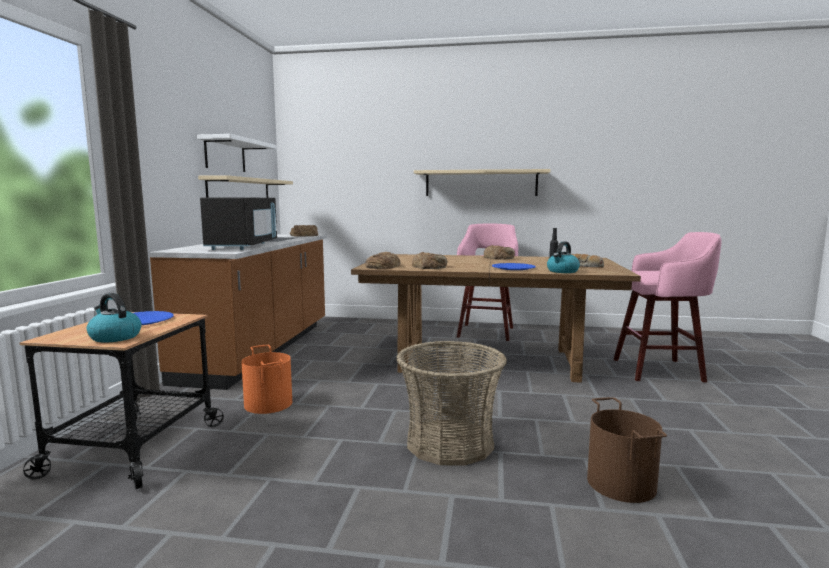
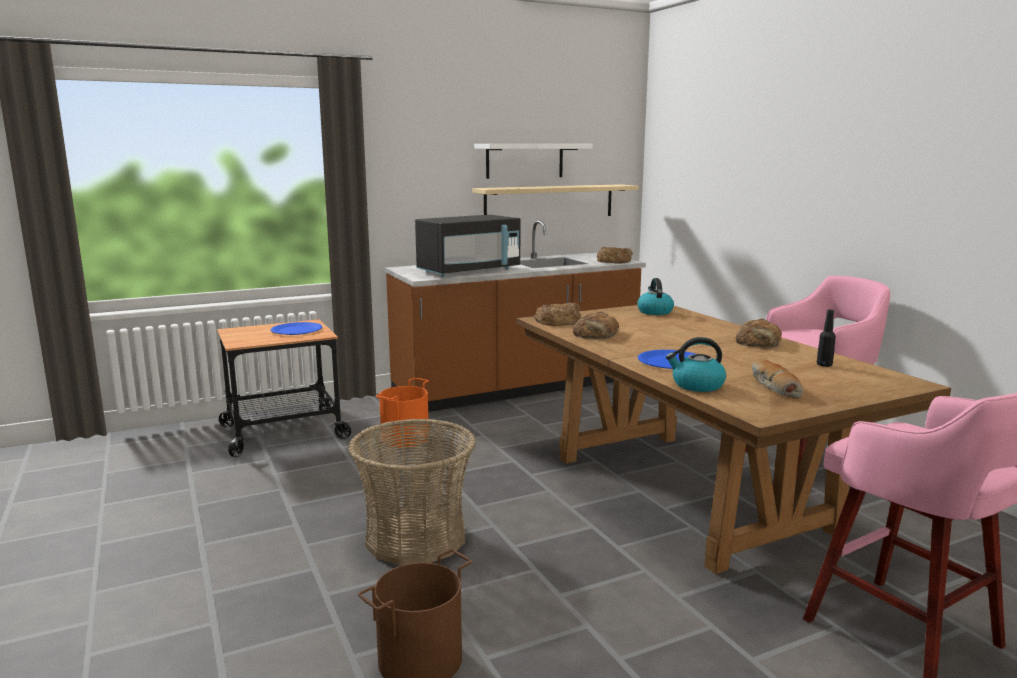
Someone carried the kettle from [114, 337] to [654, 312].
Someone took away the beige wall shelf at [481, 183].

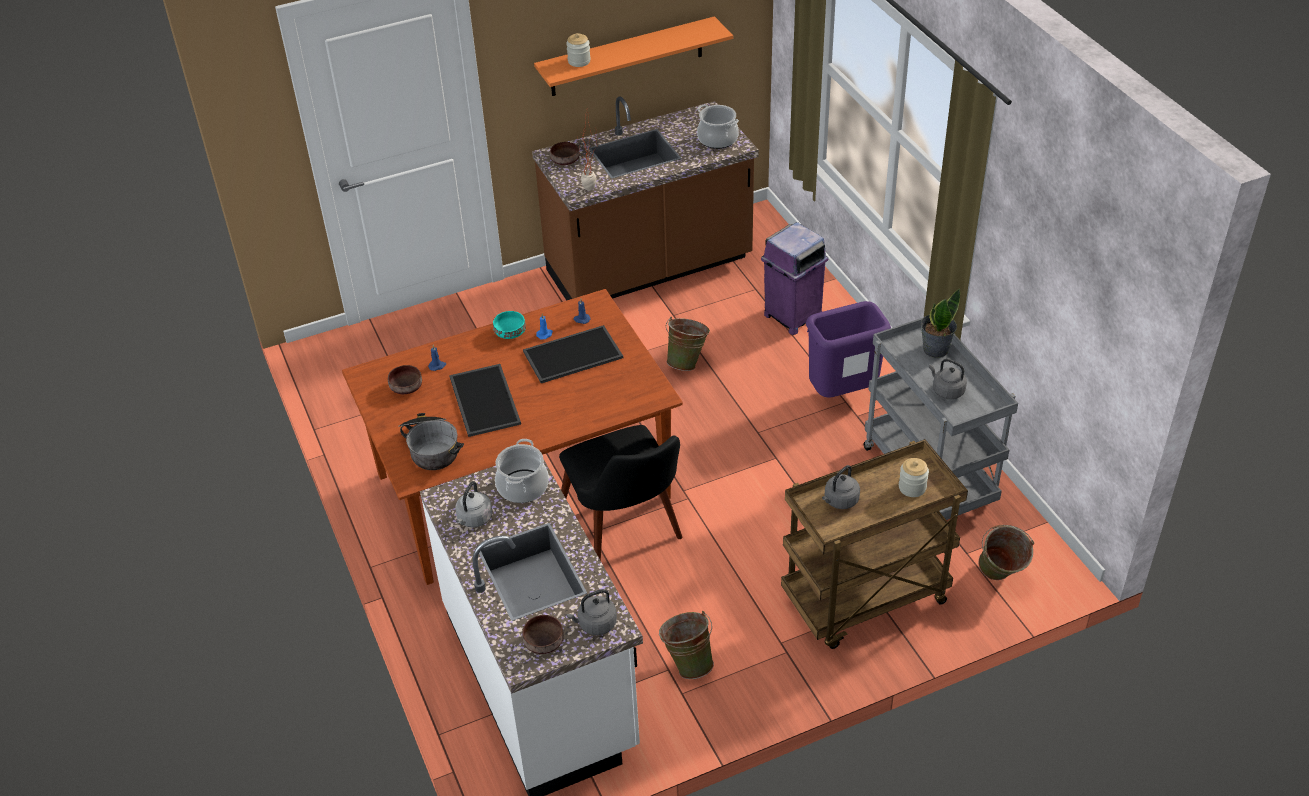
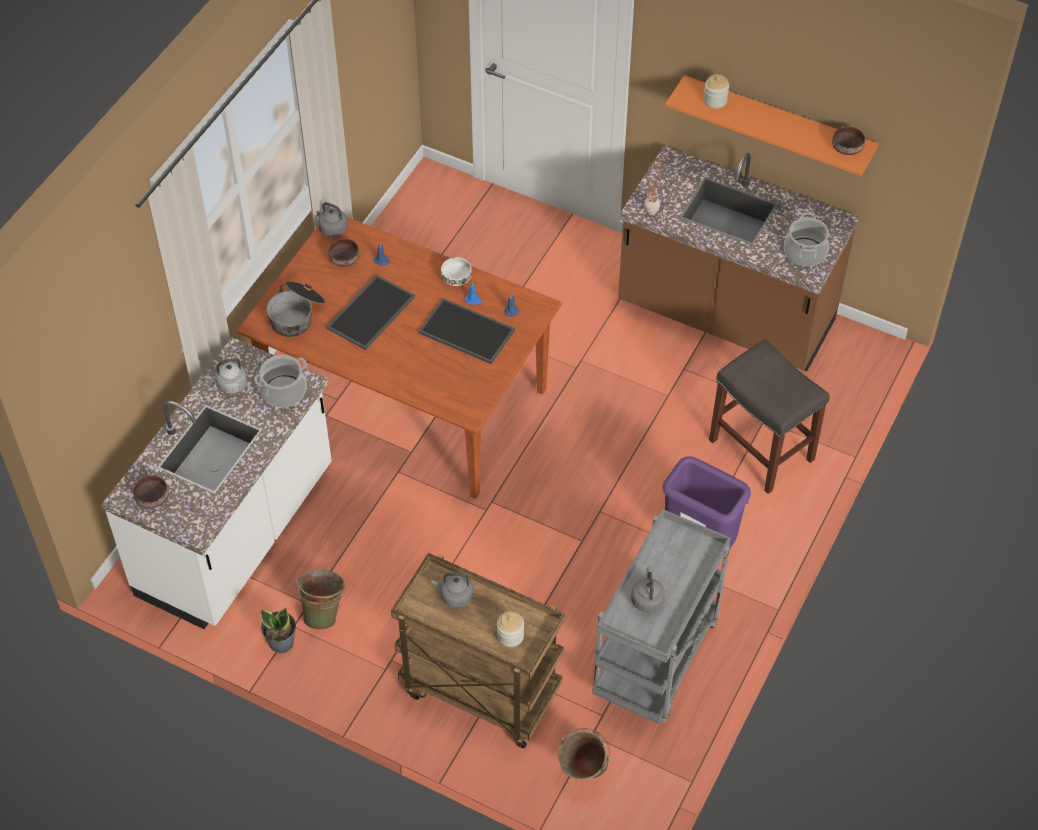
Someone carried the potted plant from [935, 349] to [281, 642].
Someone carried the greyish kettle from [595, 624] to [331, 228].
Someone repainted the blue-green deep dish at [510, 333], which became the white-coloured deep dish at [456, 278].
Someone swapped the purplish rubbish bin at [792, 316] for the greyish sitting stool at [763, 450].
Someone carried the brownish deep dish from [565, 160] to [847, 147].
Someone took away the black-coloured upright chair at [628, 532].
Someone took away the green-coloured water bucket at [687, 362].

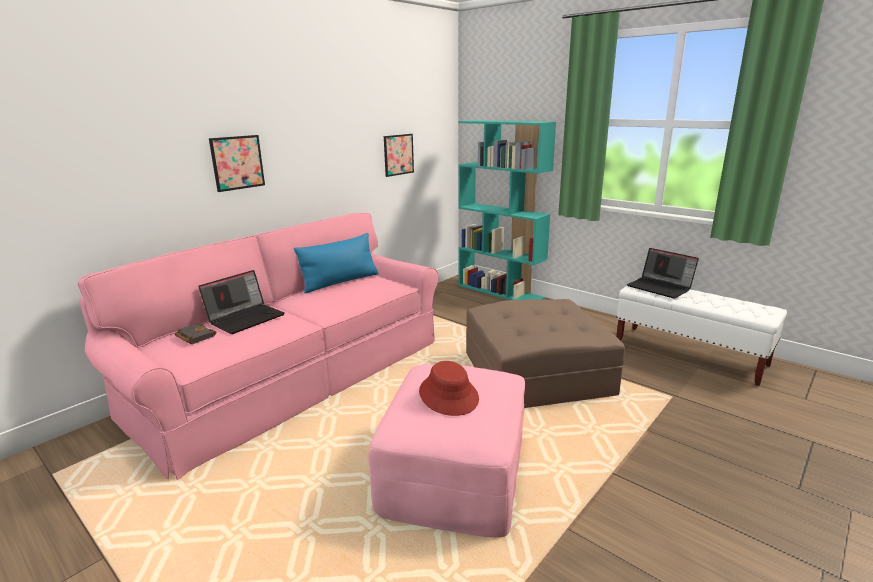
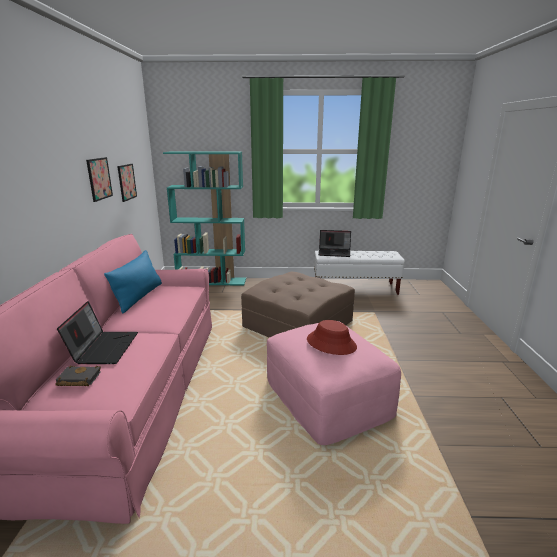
Someone carried the picture from [237, 162] to [99, 178].

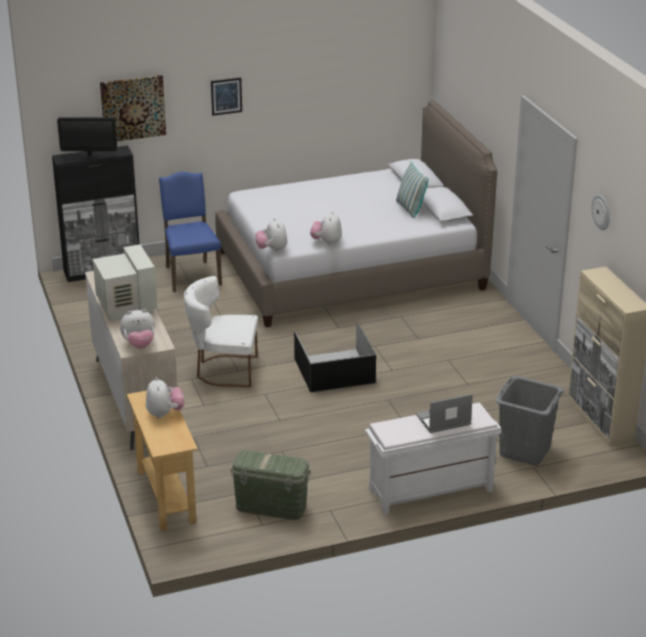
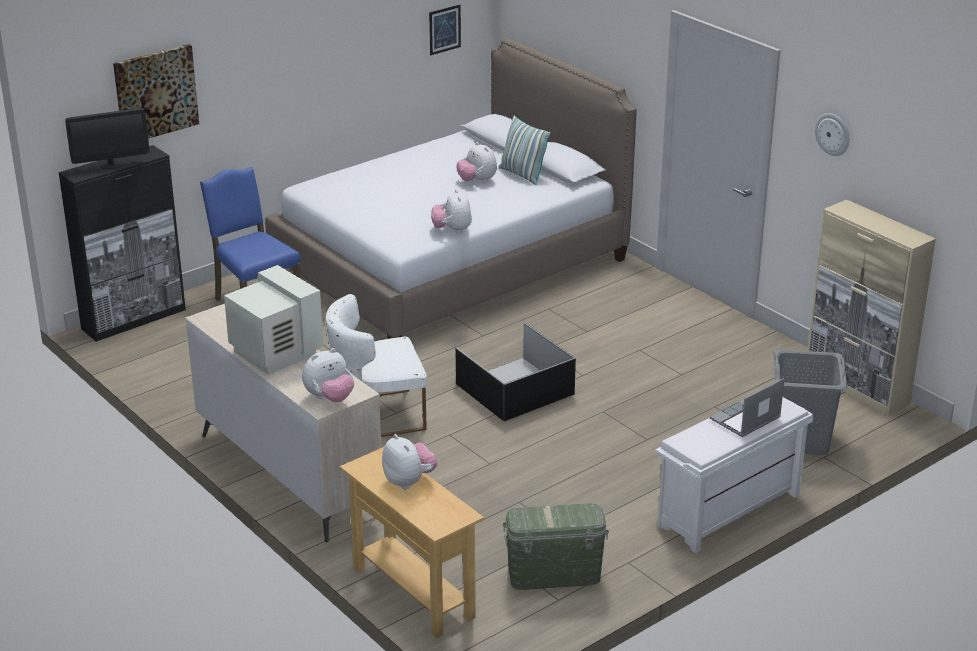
Someone carried the picture from [226, 96] to [444, 29].
Someone carried the plush toy from [272, 250] to [477, 181].

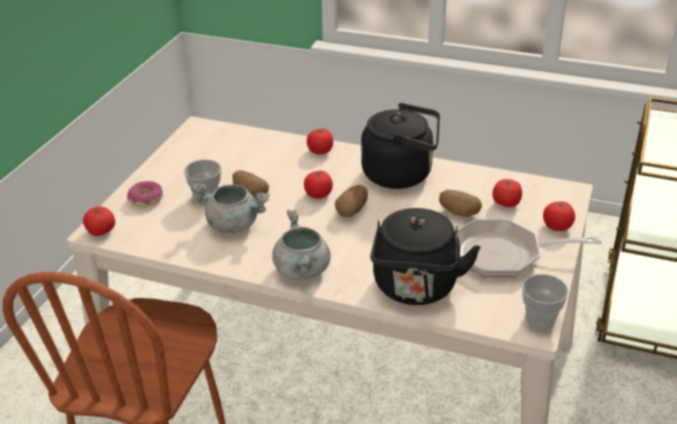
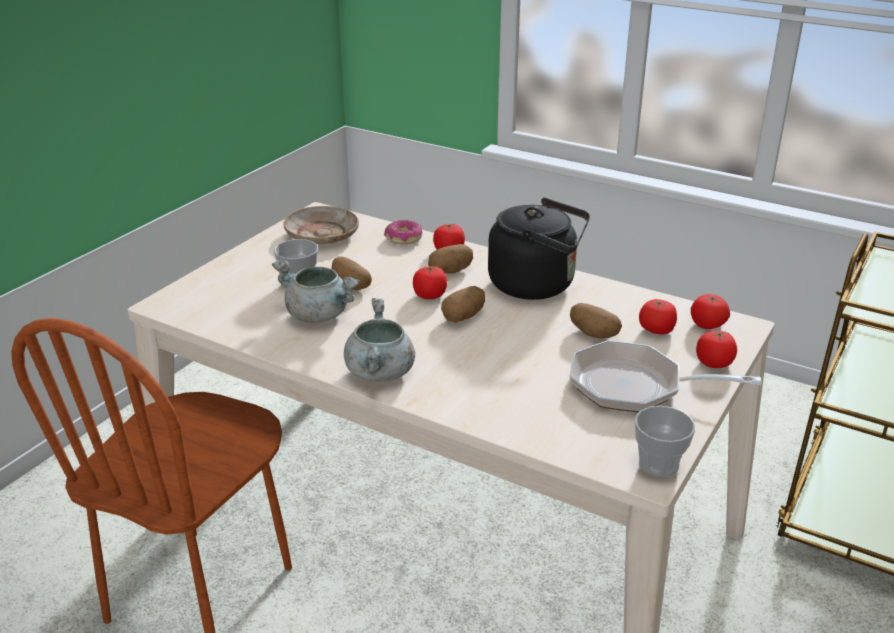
Someone put down the beige flat dish at [322, 234].
Someone carried the ring doughnut from [146, 199] to [403, 238].
Someone put down the potato at [450, 271].
Someone carried the whole tomato from [101, 231] to [707, 325].
Someone took away the black-coloured kettle at [416, 289].

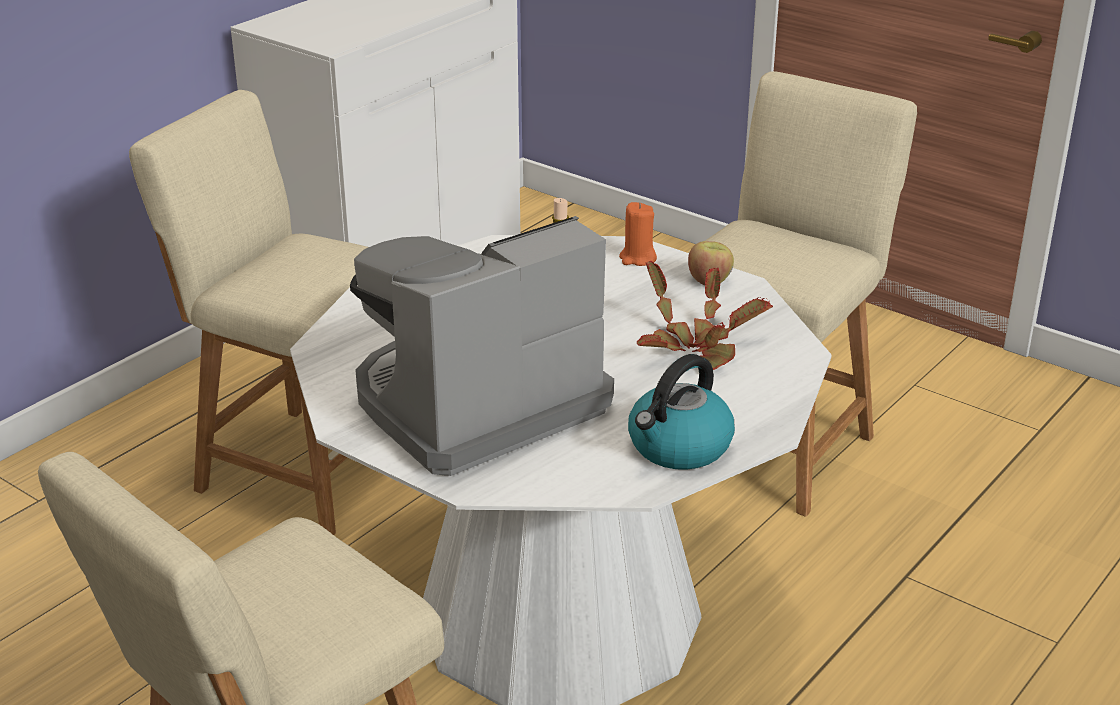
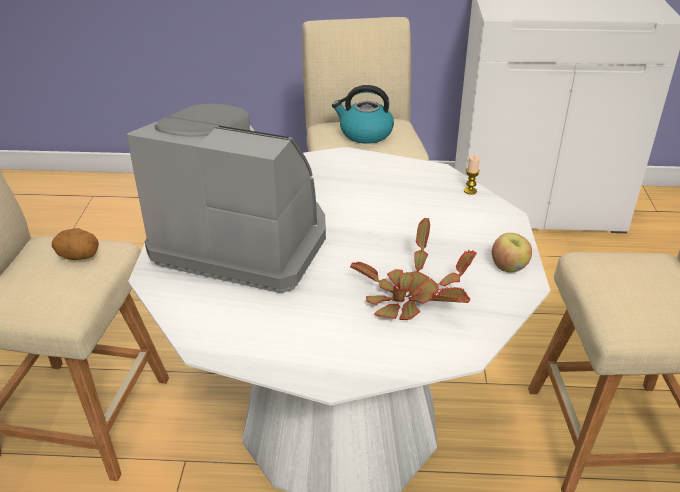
Someone put down the potato at [79, 257].
Someone carried the kettle from [679, 447] to [365, 134].
Someone took away the orange-coloured wax light at [637, 258].

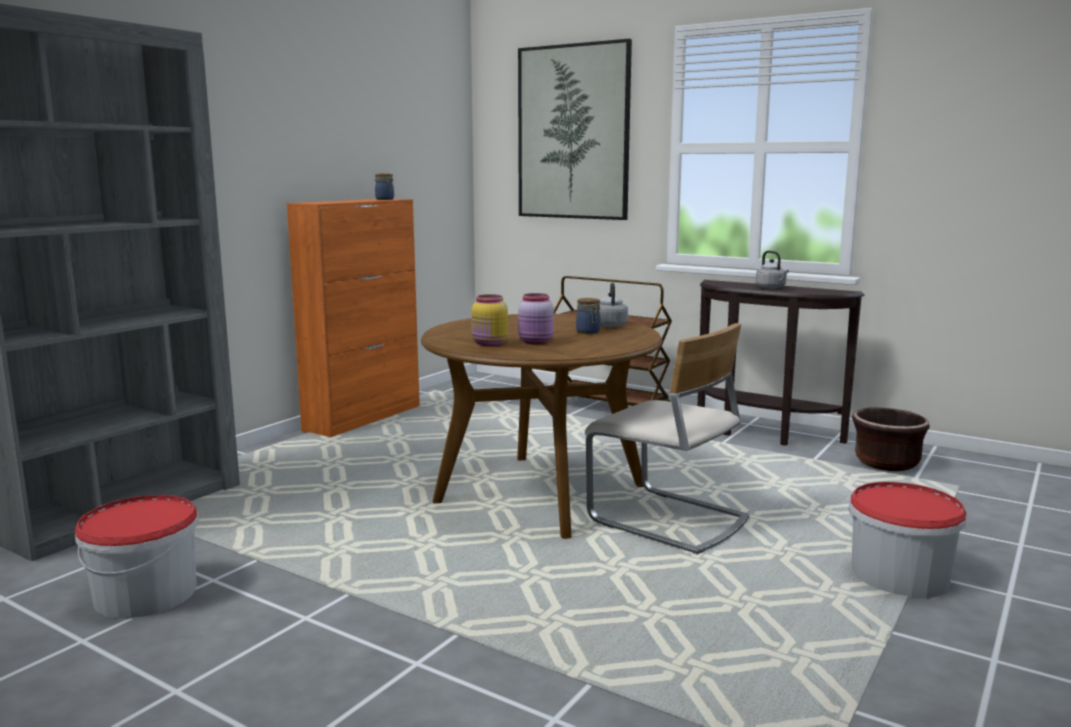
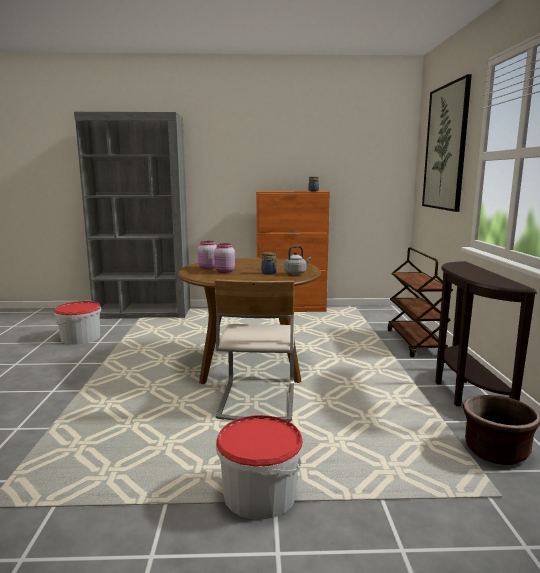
Someone repainted the yellow jar at [490, 344], which became the pink jar at [207, 268].
Someone took away the greyish kettle at [771, 288].

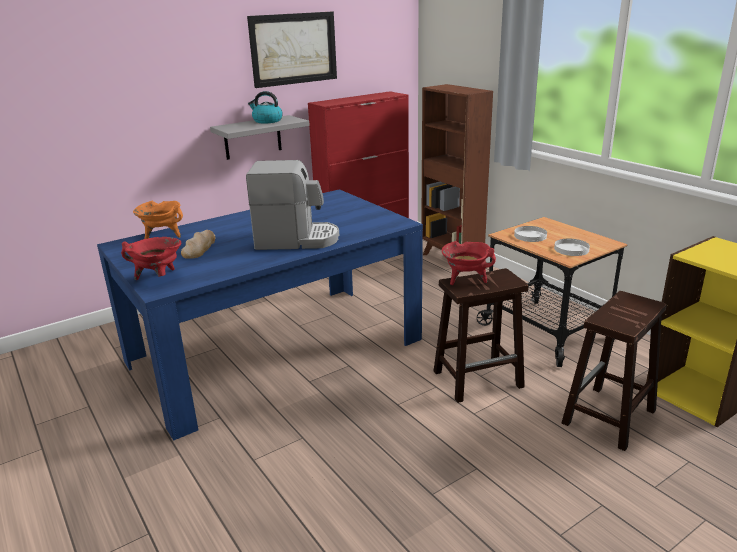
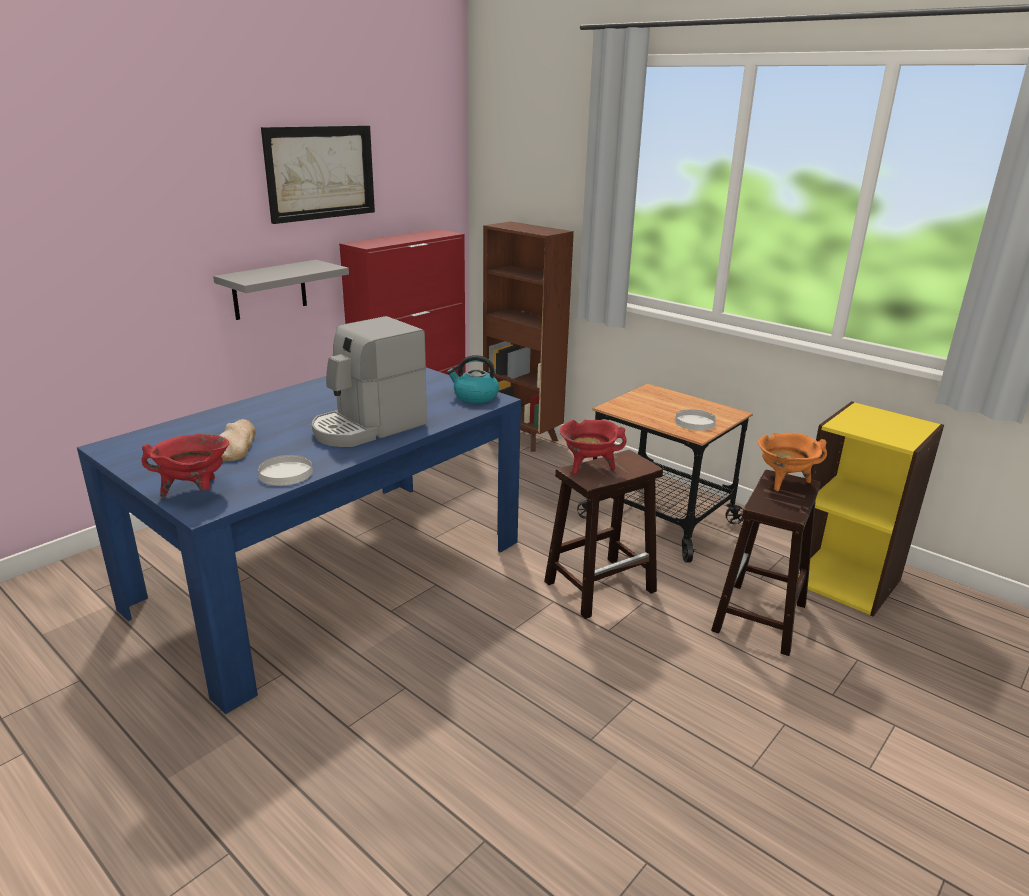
Someone carried the white-coloured flat dish from [530, 236] to [285, 473].
Someone rotated the coffee maker at [296, 240] by 150 degrees clockwise.
Someone carried the kettle from [267, 121] to [475, 397].
Someone carried the orange-coloured saucepot from [162, 236] to [783, 482].

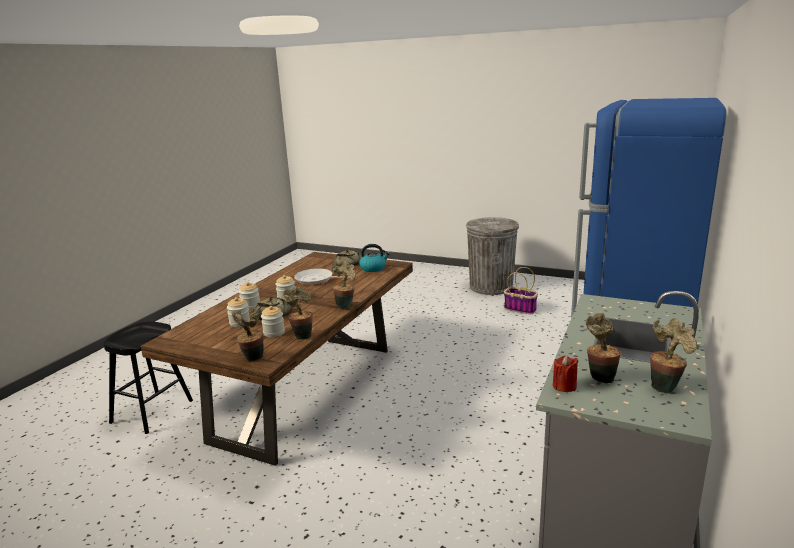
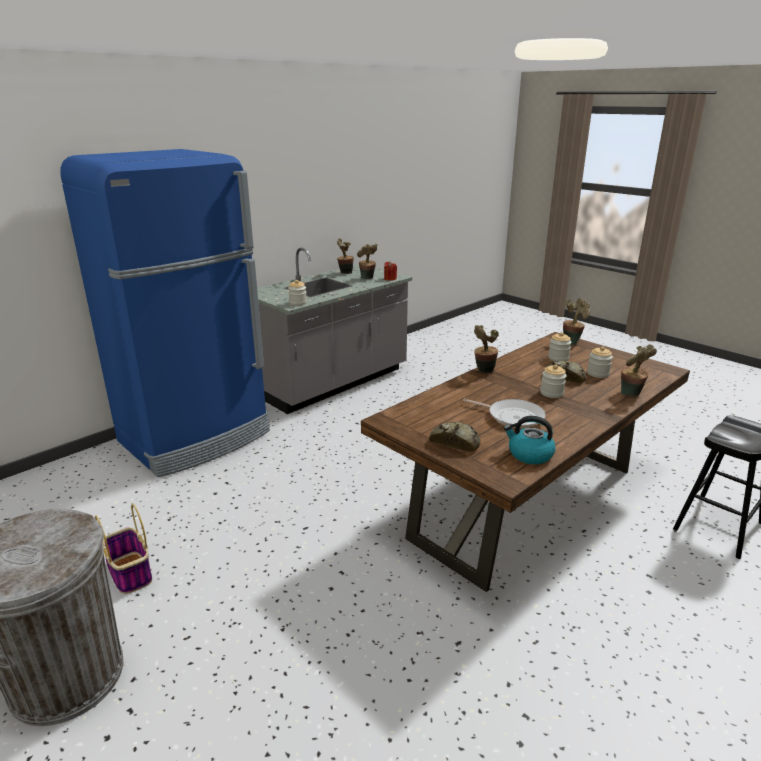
Someone carried the jar from [250, 306] to [298, 303].
Someone carried the kettle from [373, 268] to [529, 454].
Someone carried the potted plant from [302, 335] to [631, 394].

